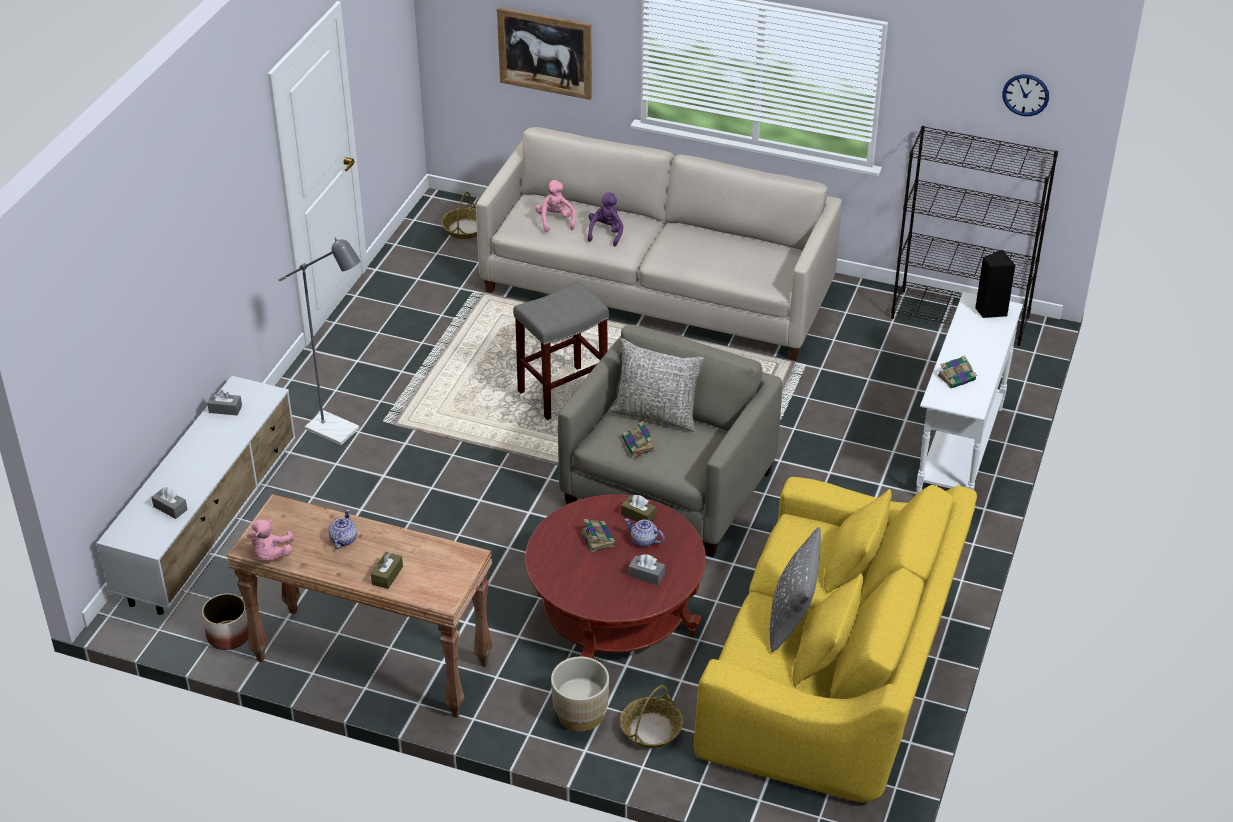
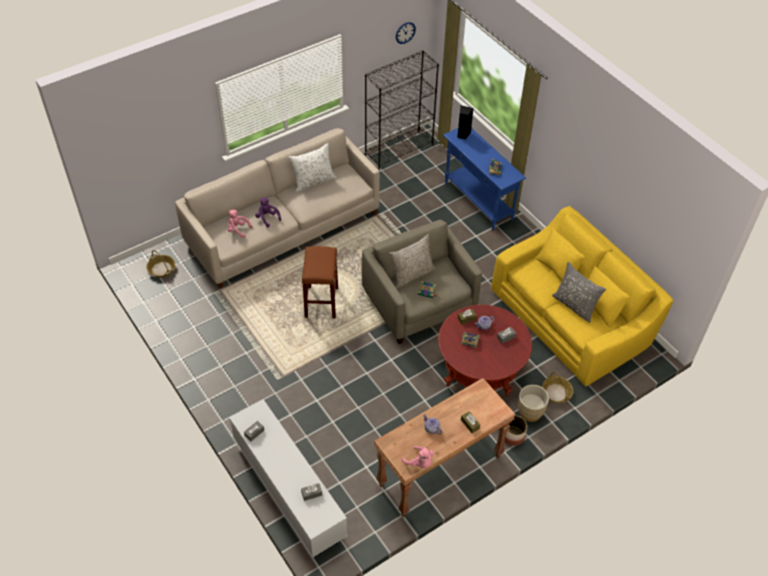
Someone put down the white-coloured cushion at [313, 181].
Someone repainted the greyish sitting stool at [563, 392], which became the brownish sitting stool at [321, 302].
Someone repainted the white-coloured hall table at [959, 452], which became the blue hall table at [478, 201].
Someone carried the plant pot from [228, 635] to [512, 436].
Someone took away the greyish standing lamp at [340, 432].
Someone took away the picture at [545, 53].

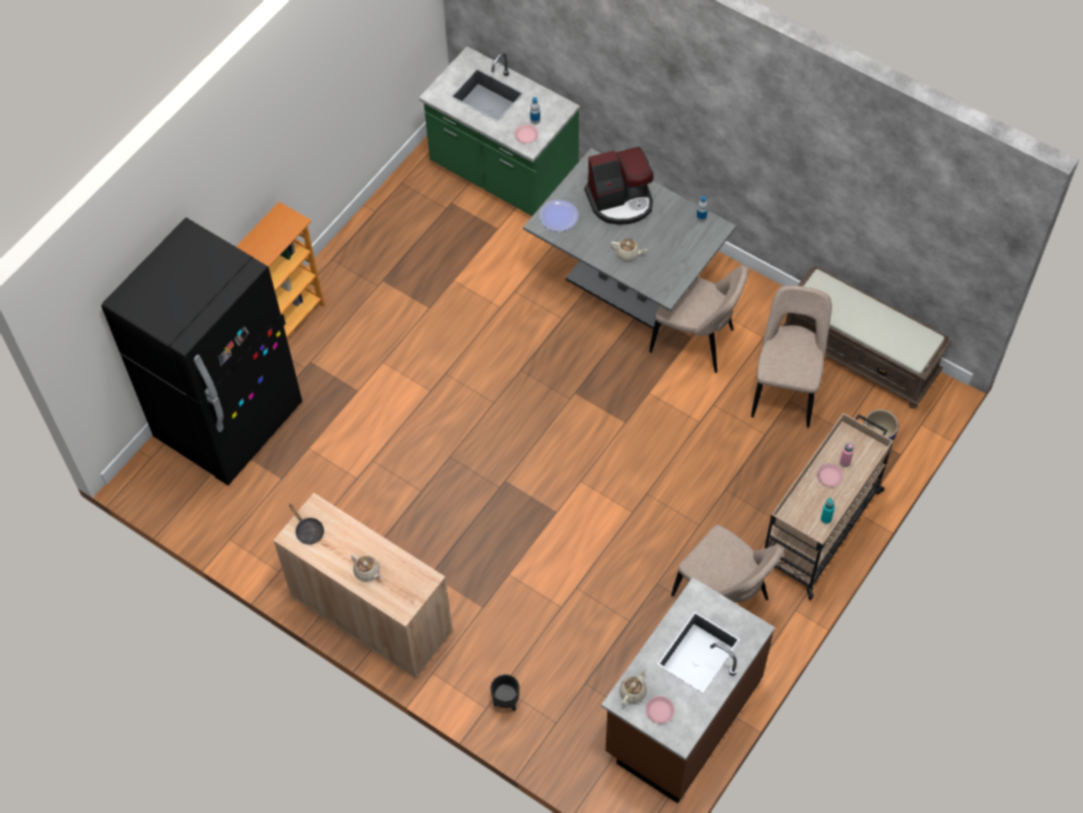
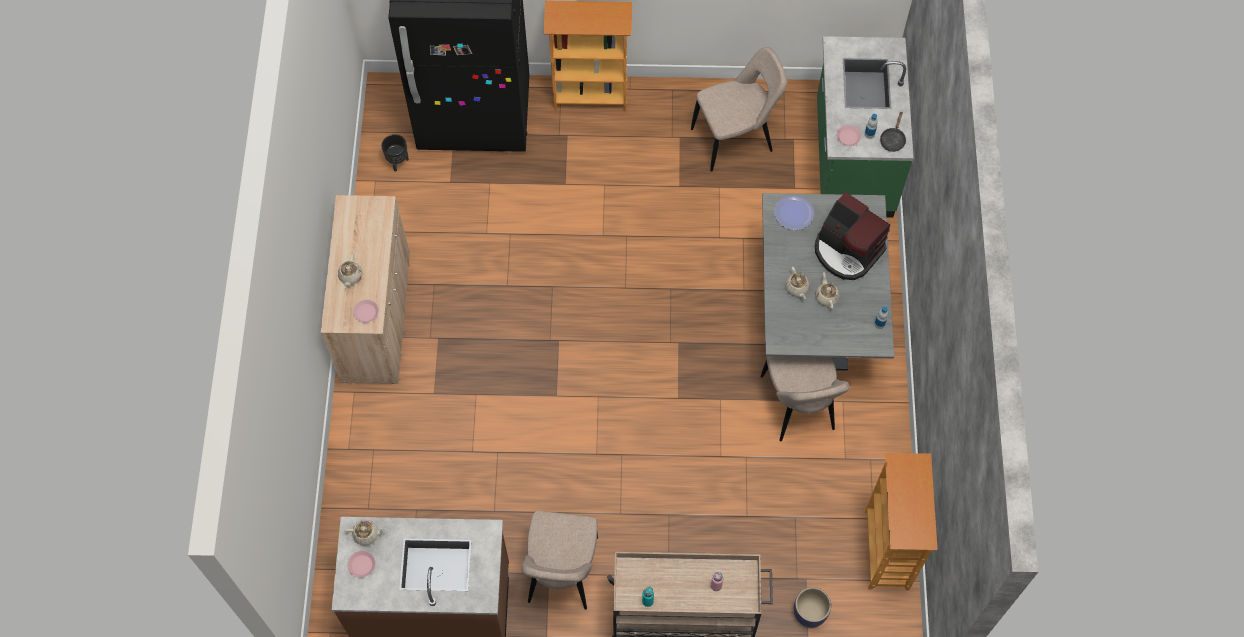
Someone carried the pink flat dish from [829, 476] to [366, 312].
Someone carried the black-coloured plant pot from [506, 702] to [397, 162].
Someone carried the beige upright chair from [786, 388] to [735, 139].
Someone put down the beige pot for tea at [826, 296].
Someone swapped the brownish bench at [860, 355] for the shelving unit at [887, 550].
Someone carried the black-coloured skillet from [308, 531] to [892, 139].

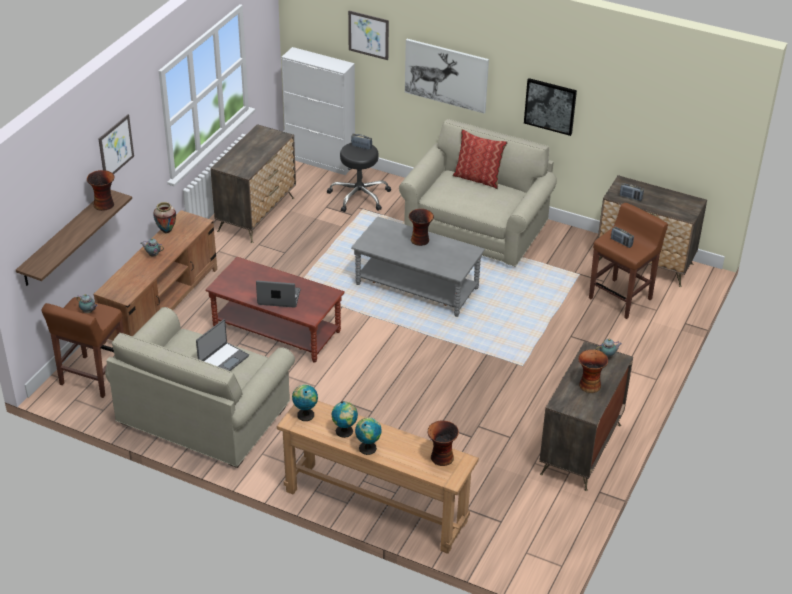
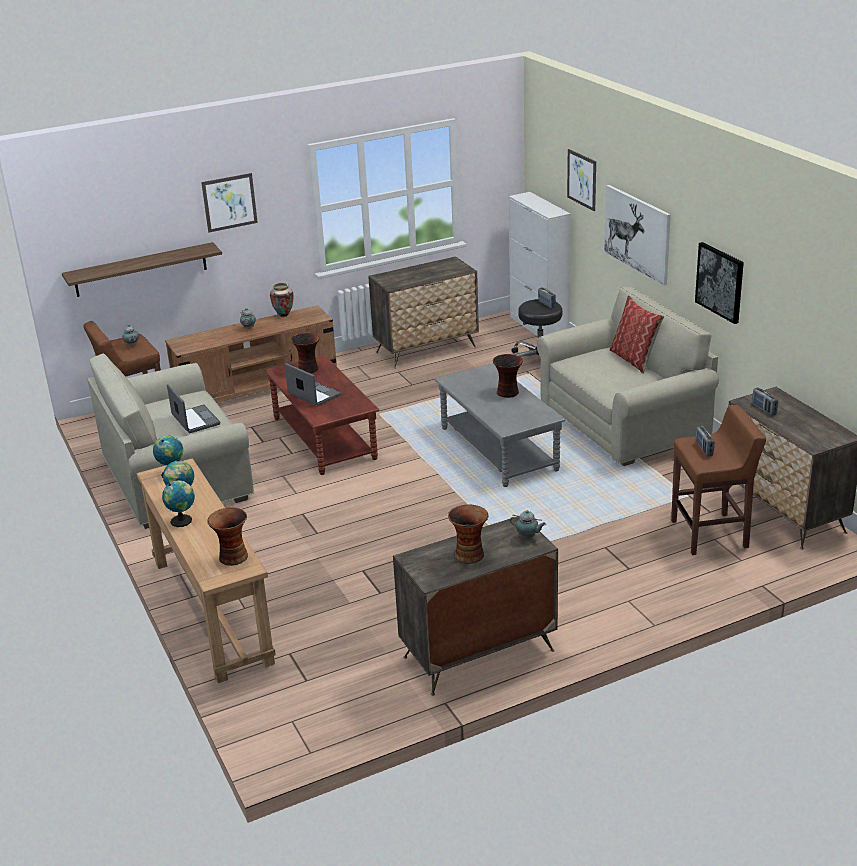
Someone rotated the laptop at [223, 360] by 105 degrees counterclockwise.
Someone carried the vase from [104, 204] to [308, 369].

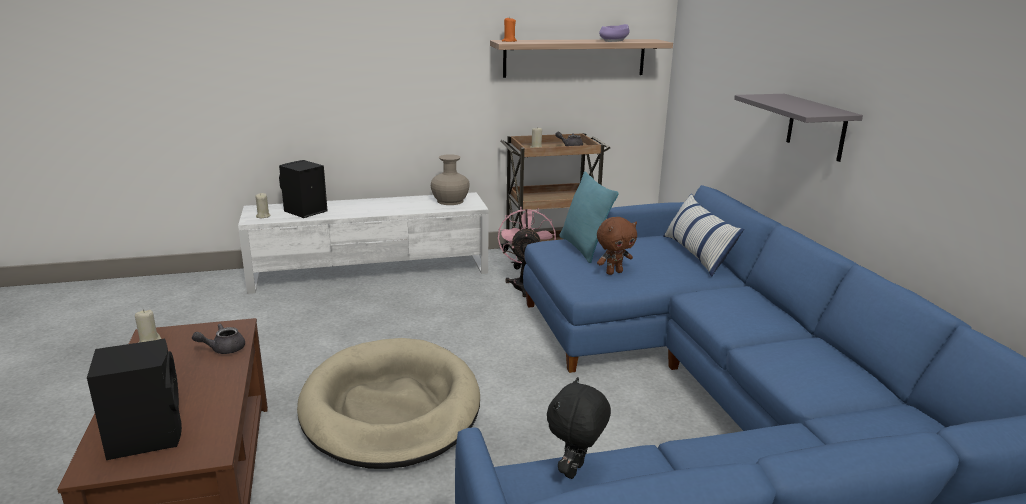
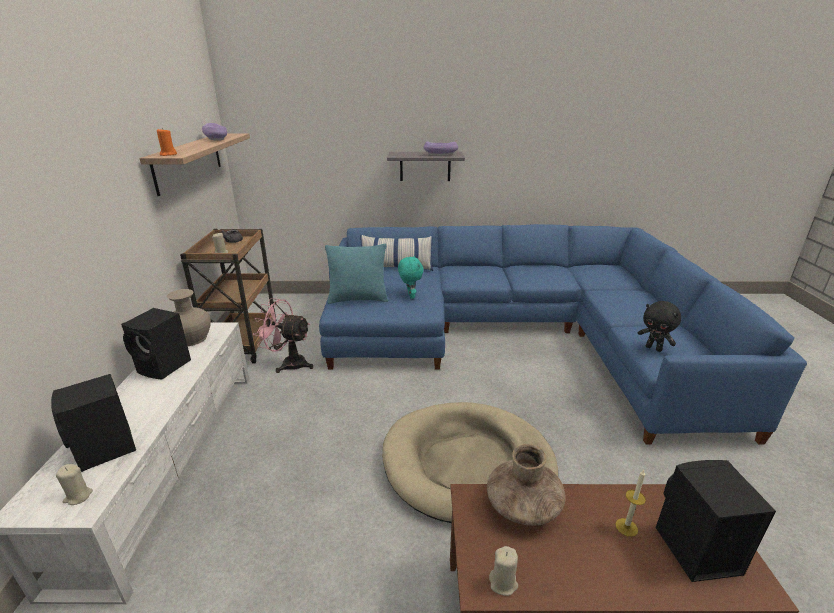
Someone put down the black-coloured audio speaker at [165, 367].
Someone repainted the brownish plush toy at [614, 272], which became the blue-green plush toy at [410, 296].
Someone put down the purplish deep dish at [440, 154].
Someone swapped the greyish pot for tea at [223, 349] for the brownish vase at [522, 506].
Someone put down the wax light at [626, 527].

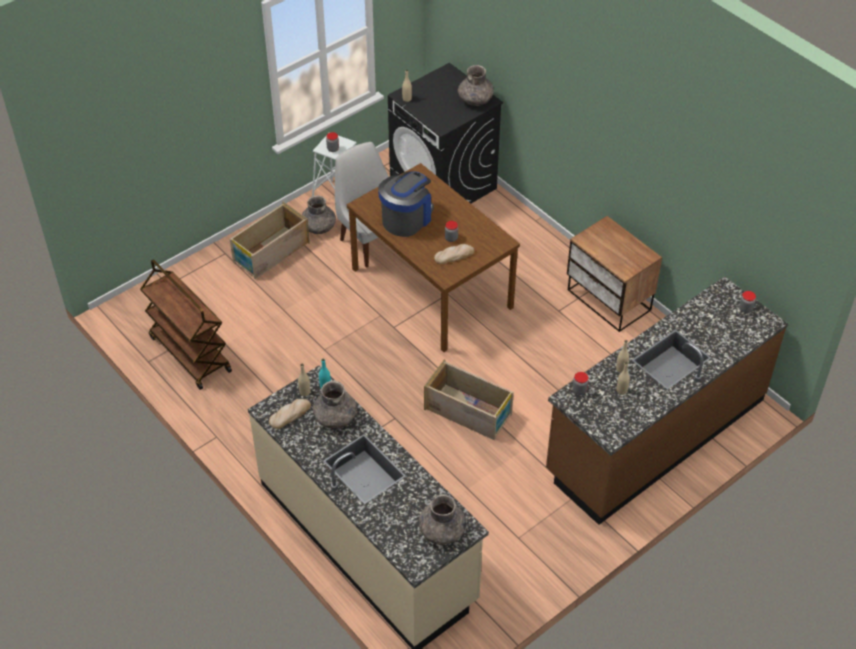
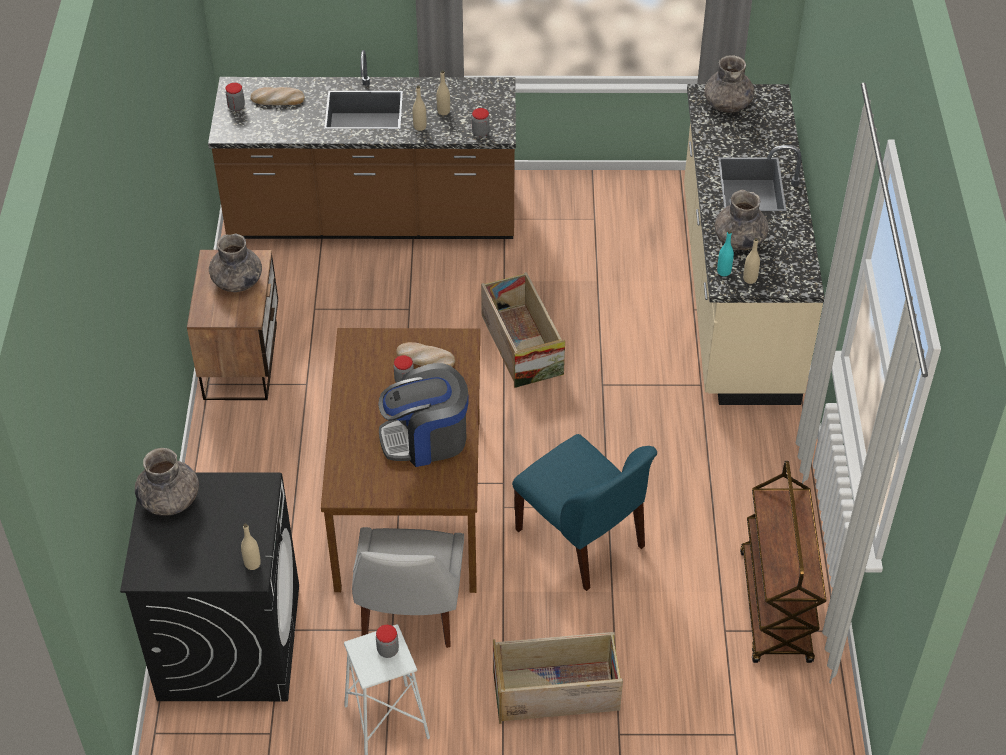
Someone carried the greyish vase from [319, 227] to [237, 281].
Someone carried the baked bread from [290, 414] to [277, 99].
Someone put down the blue upright chair at [582, 540].

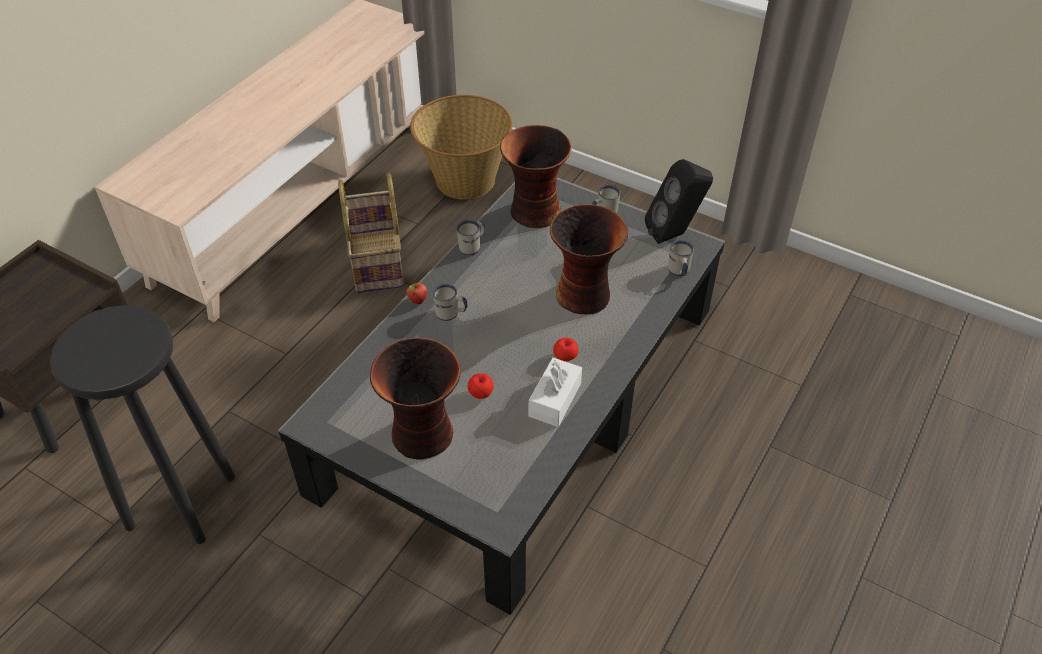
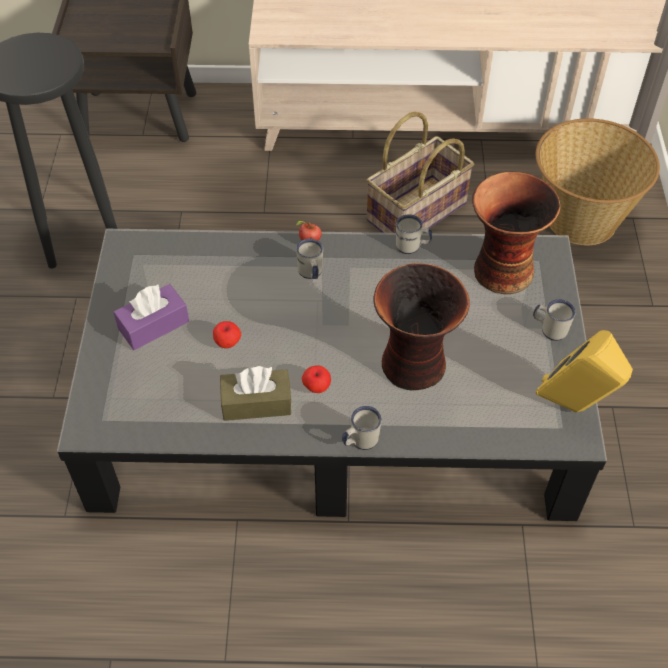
Someone swapped the vase at [423, 436] for the purplish tissue holder at [153, 325].
Someone repainted the white-coloured tissue holder at [555, 400], which became the brownish tissue holder at [256, 403].
Someone carried the white-coloured mug from [678, 272] to [359, 441].
Someone repainted the black-coloured audio speaker at [675, 234], which became the yellow audio speaker at [574, 406].

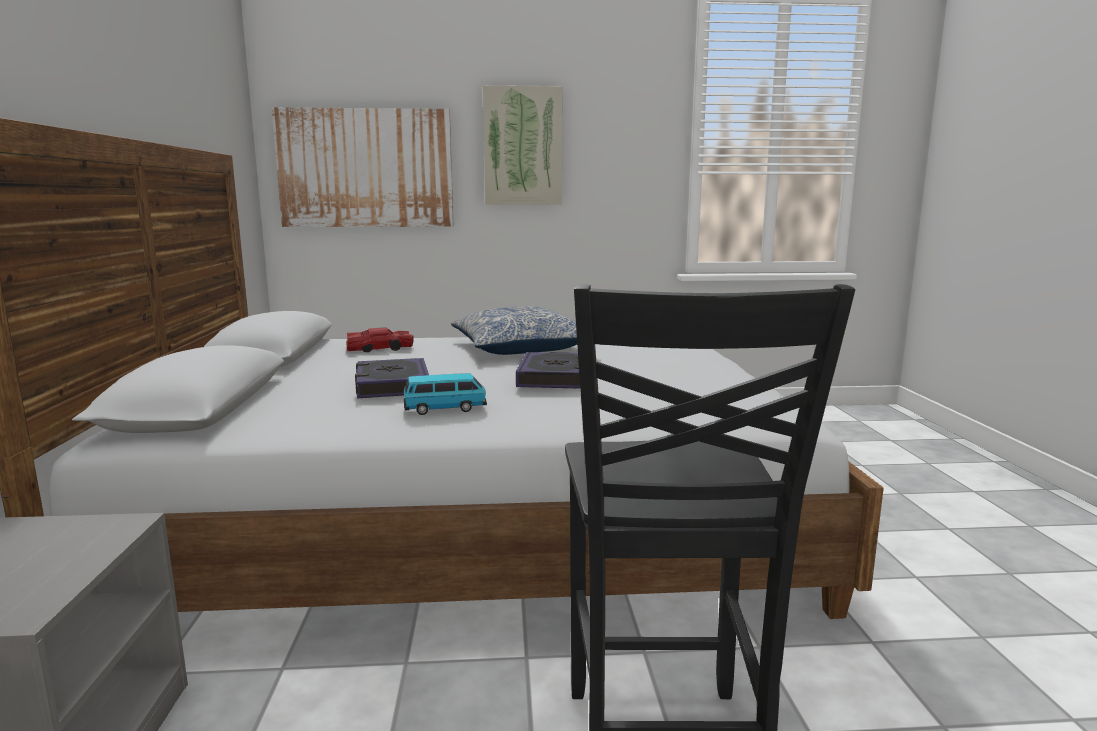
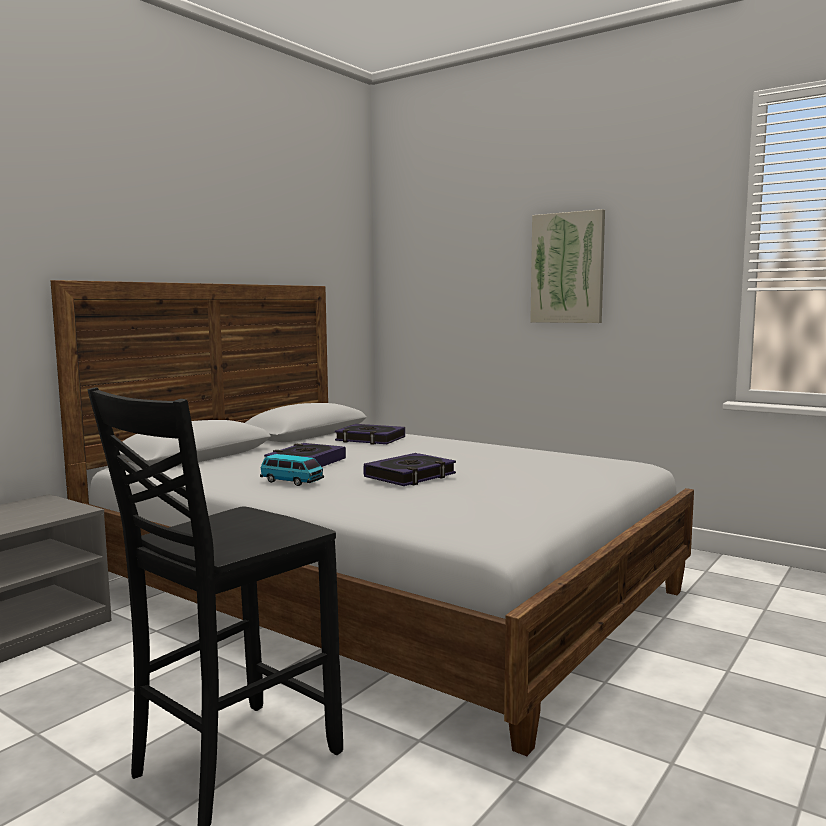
Someone swapped the red model car at [379, 349] for the bound book at [370, 439].
Someone took away the picture at [365, 168].
Someone took away the cushion at [520, 348].

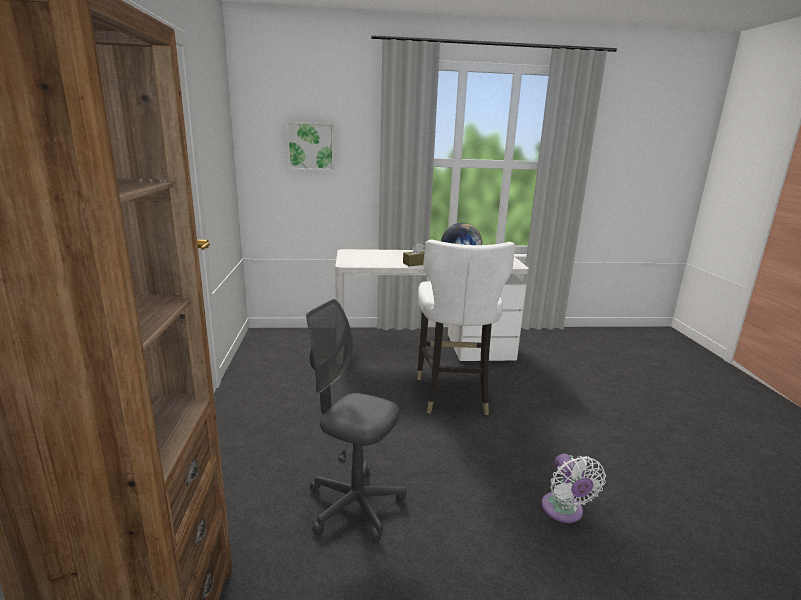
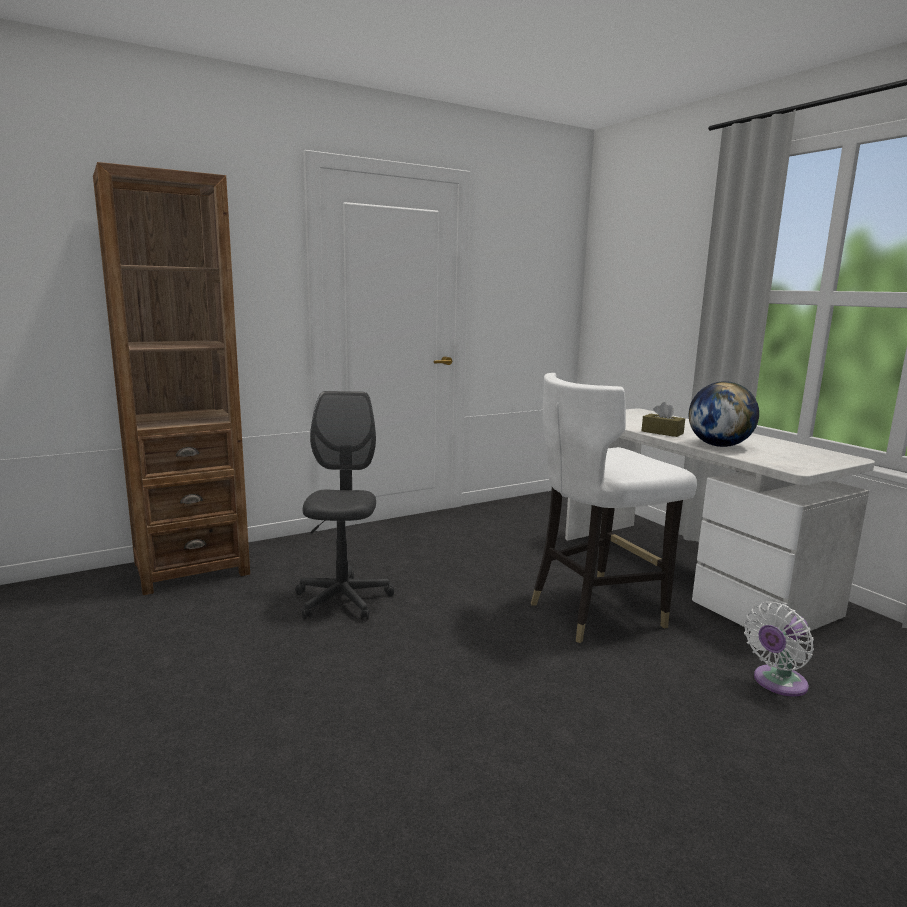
Someone carried the white-coloured fan from [564, 511] to [777, 683].
Someone took away the picture at [311, 146].

